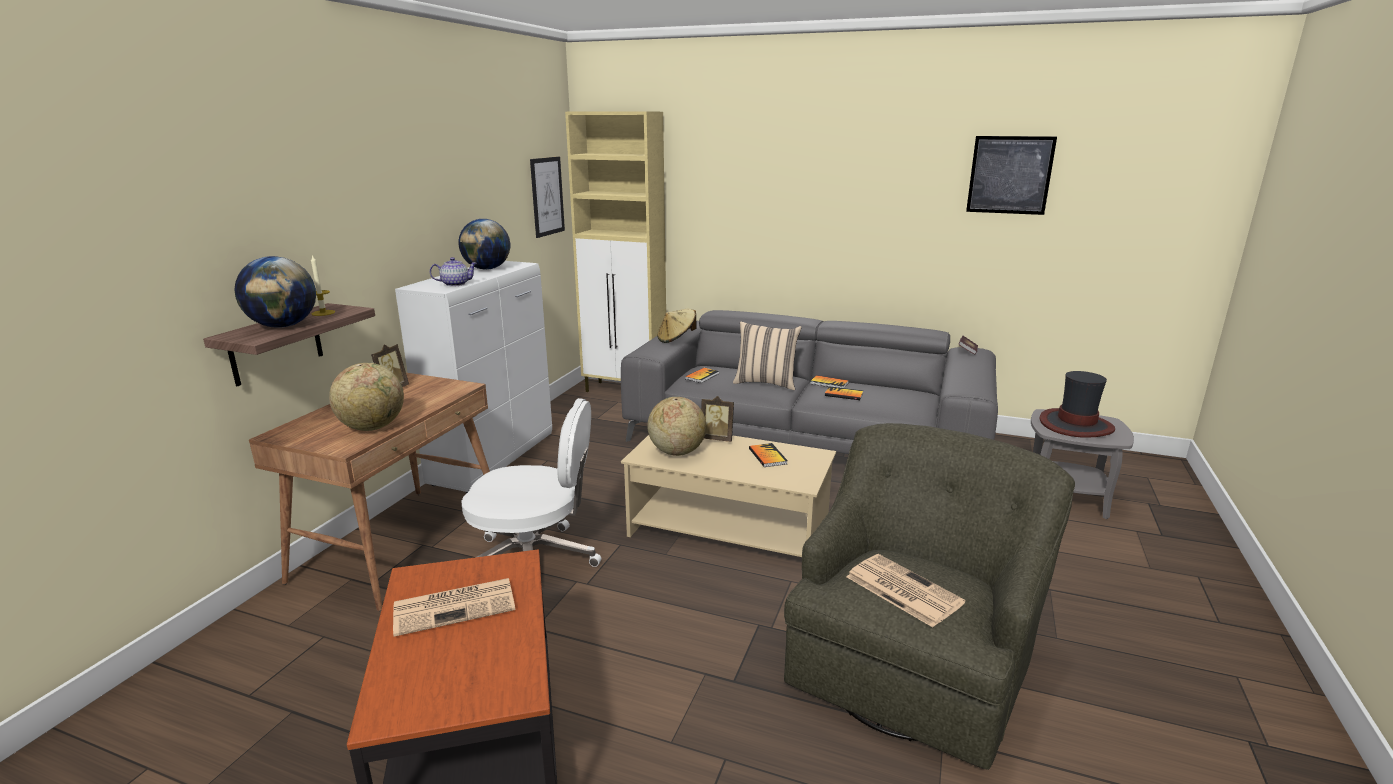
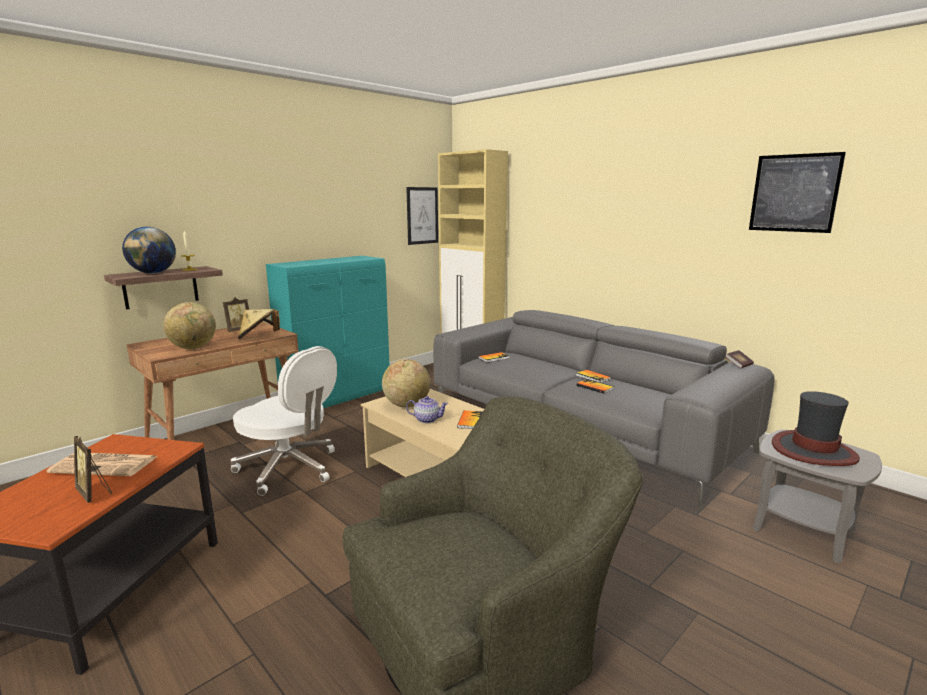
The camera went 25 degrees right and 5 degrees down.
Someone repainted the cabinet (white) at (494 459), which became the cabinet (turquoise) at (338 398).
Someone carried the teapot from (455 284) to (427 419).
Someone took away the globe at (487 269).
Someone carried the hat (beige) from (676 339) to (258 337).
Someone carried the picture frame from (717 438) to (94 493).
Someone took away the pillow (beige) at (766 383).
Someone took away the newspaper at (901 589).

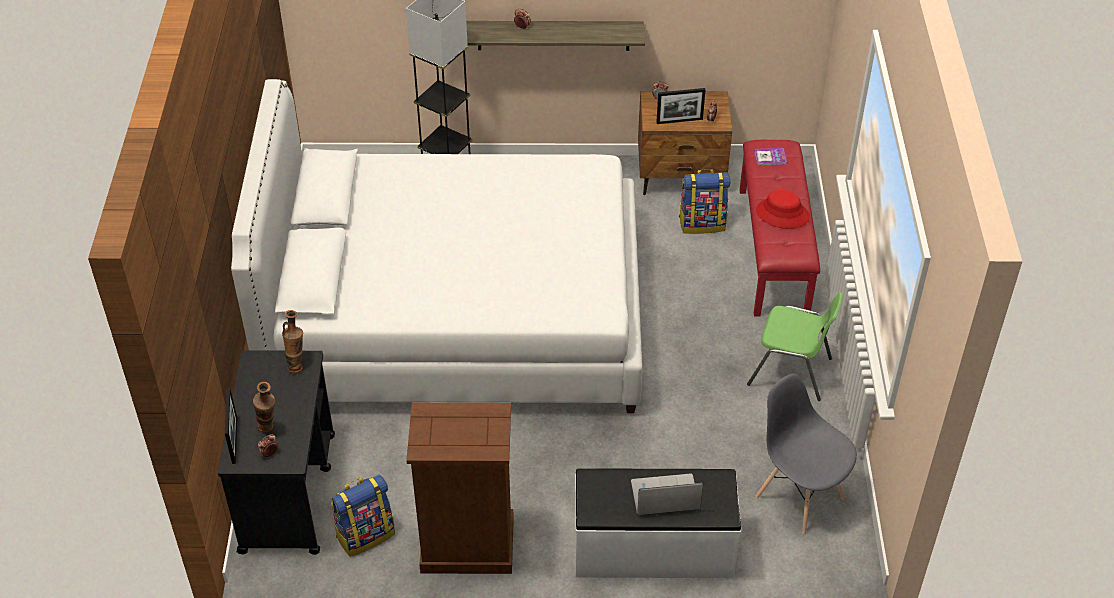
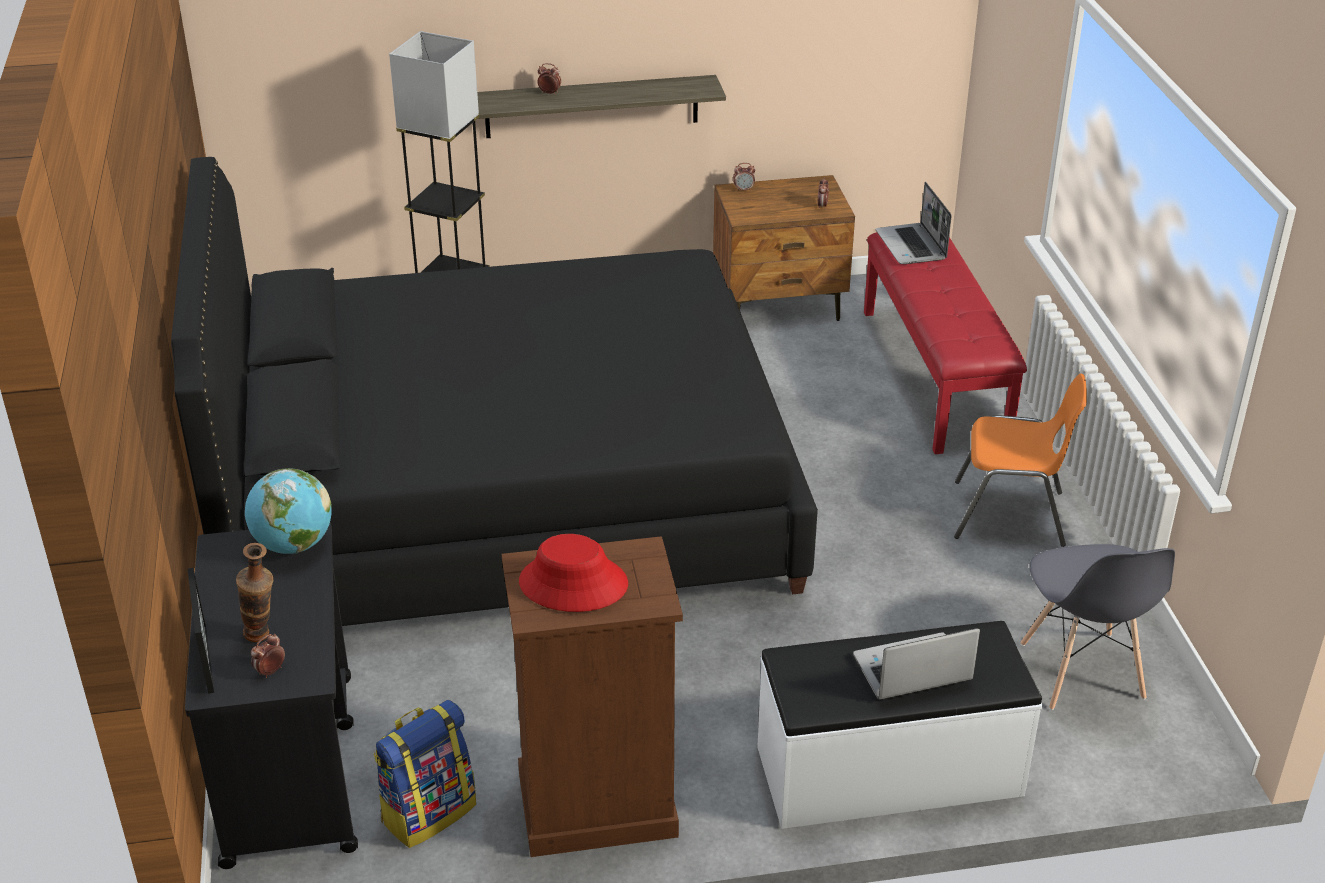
The camera went 10 degrees left and 10 degrees down.
Someone repainted the bed (white) at (457 317), which became the bed (black) at (506 501).
Someone swapped the vase at (297 365) for the globe at (293 545).
Someone took away the picture frame at (679 121).
Someone took away the backpack at (702 223).
Someone repainted the chair (green) at (791 372), which became the chair (orange) at (1011 515).
Someone swapped the book at (770 157) for the laptop at (912 246).
Someone carried the hat (red) from (782 214) to (573 584).
Someone rotated the chair (grey) at (799 496) by 135 degrees counterclockwise.

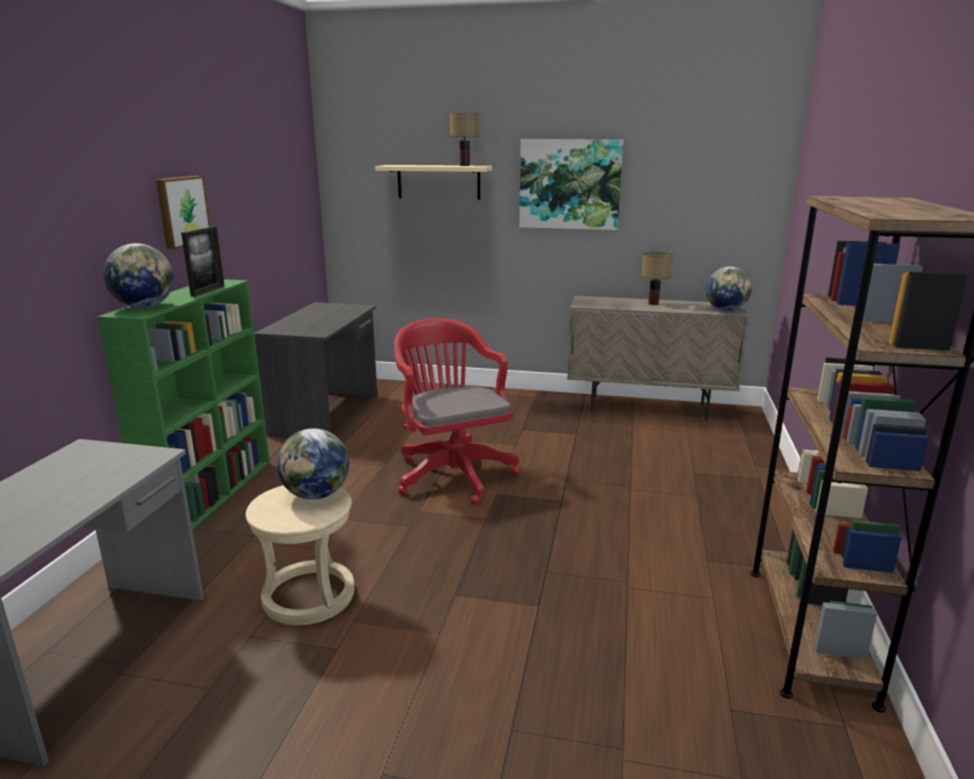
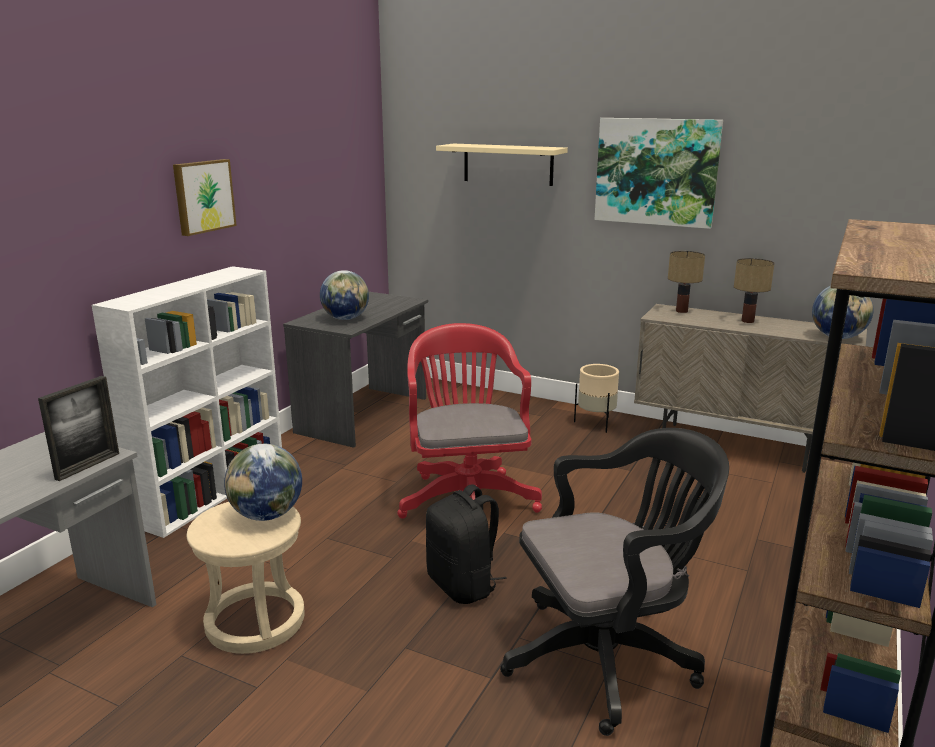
The camera went 15 degrees right and 0 degrees up.
Someone repainted the bookcase (green) at (212 494), which became the bookcase (white) at (213 491).
Someone carried the globe from (145 307) to (346 319).
Someone carried the picture frame from (208 291) to (88 466).
Someone carried the table lamp from (465 165) to (682 311).
Someone put down the backpack (black) at (463 585).
Someone put down the office chair (black) at (608 657).
Someone put down the planter (beige) at (596 423).

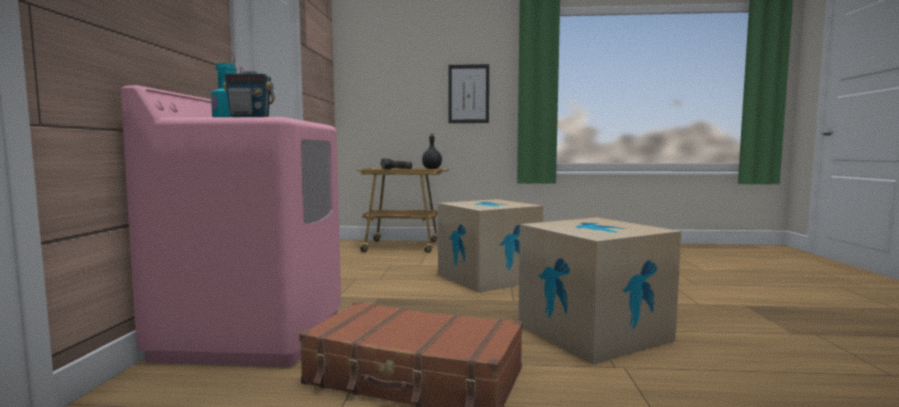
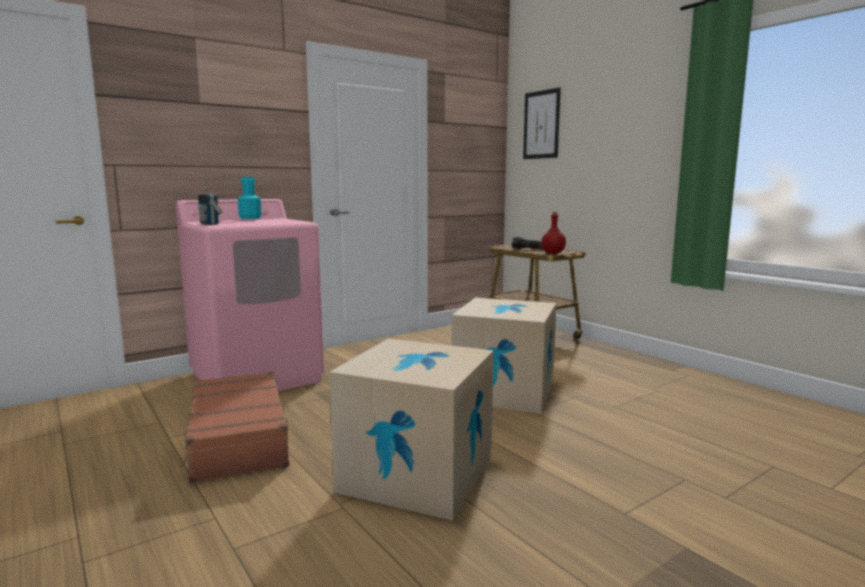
The camera went 50 degrees right and 5 degrees up.
Someone repainted the bottle (black) at (431 169), which became the bottle (red) at (552 253).
Someone carried the picture from (468 94) to (541 124).

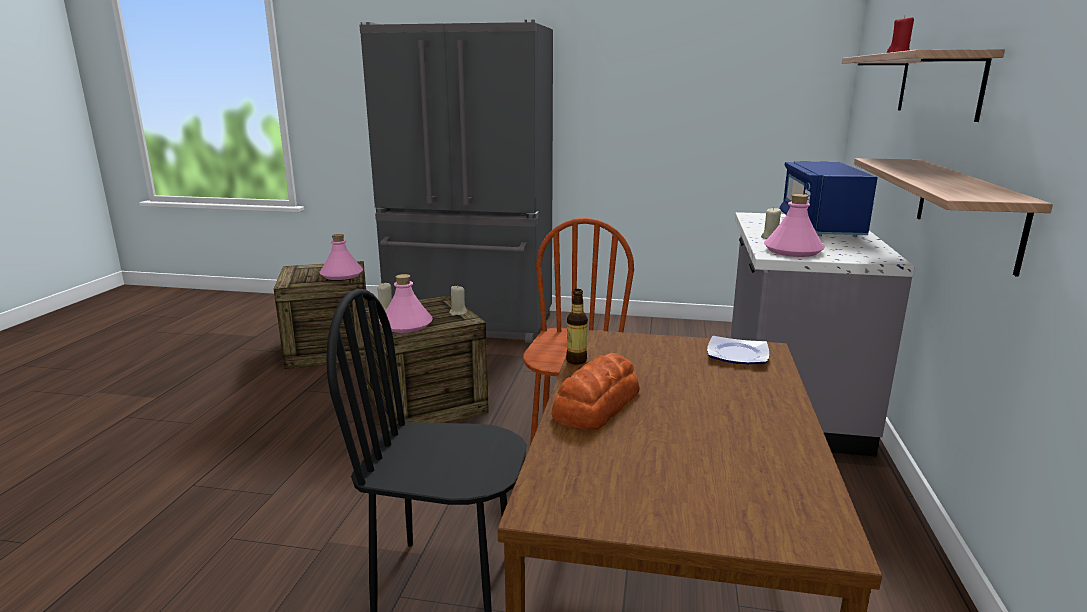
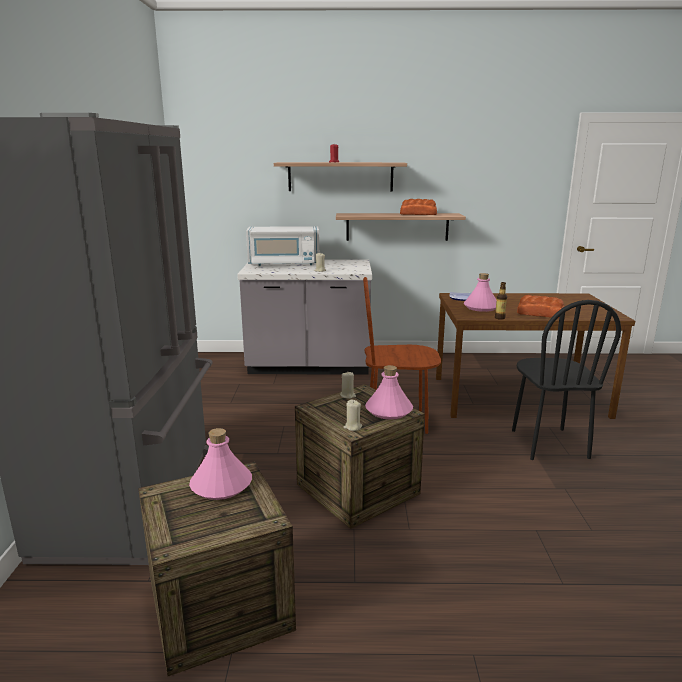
The camera went 100 degrees left and 0 degrees up.
Someone carried the bottle (pink) from (793 251) to (480 307).
Someone repainted the microwave (blue) at (820 226), which became the microwave (white) at (284 264).
Someone put down the bread at (417 214).

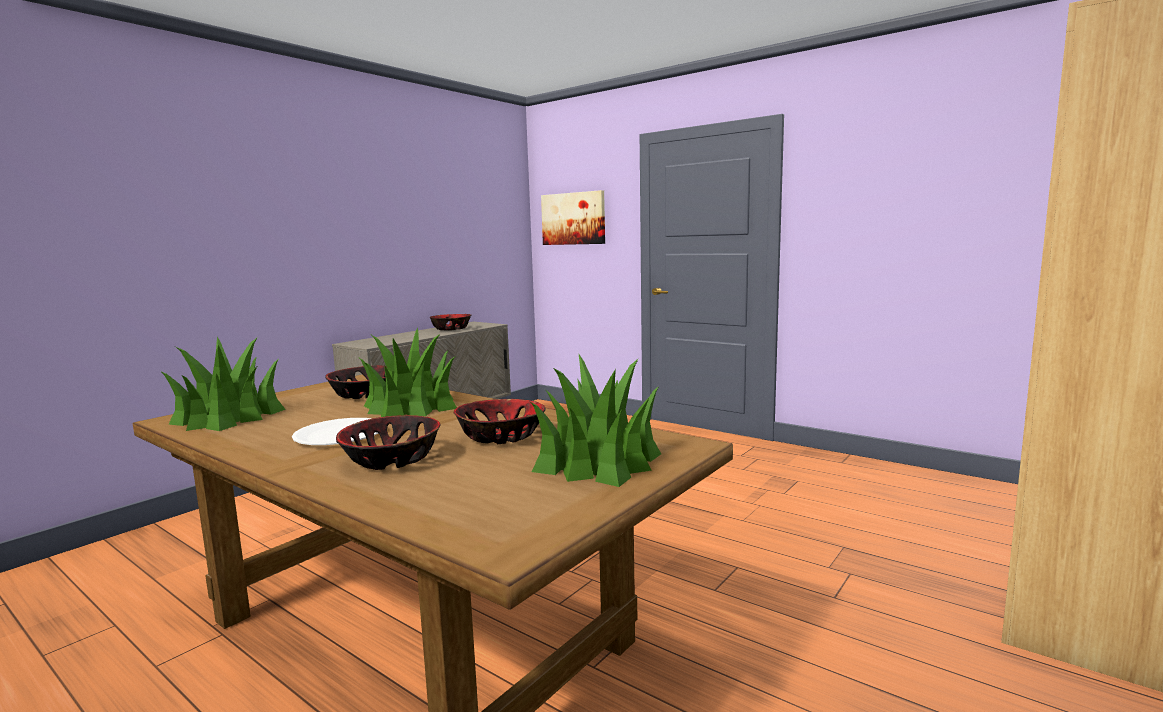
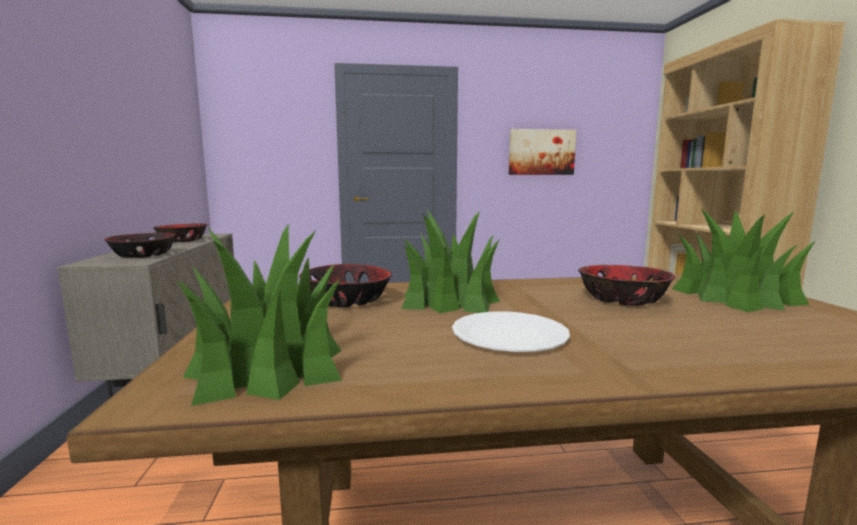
The camera went 45 degrees left and 0 degrees up.
Someone carried the bowl from (391 460) to (143 255).
Someone carried the picture from (573 218) to (541 152).

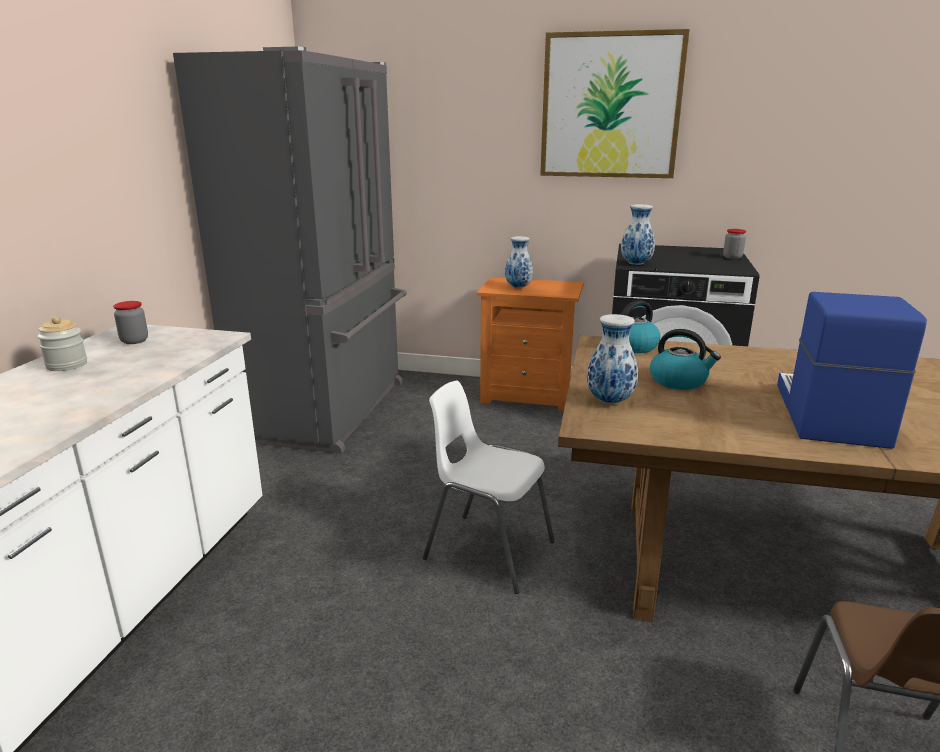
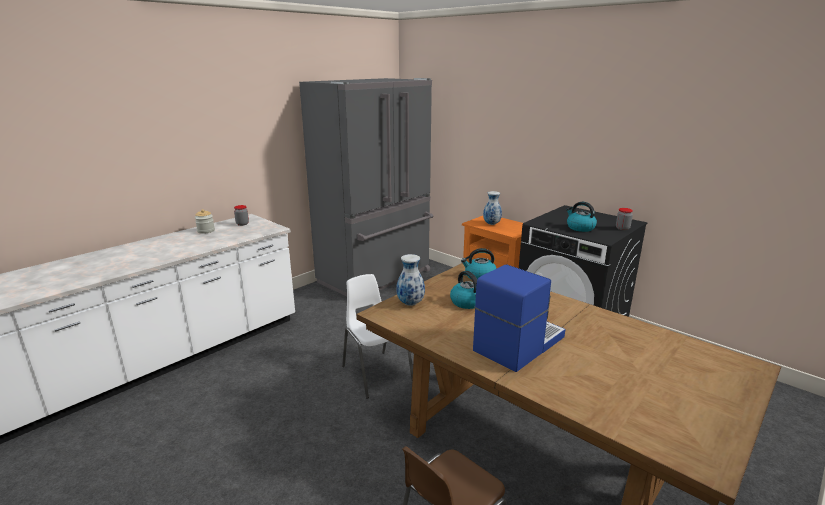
The camera went 30 degrees right and 0 degrees up.
Someone took away the picture at (610 106).
Someone took away the vase at (635 264).
Someone put down the kettle at (580 228).

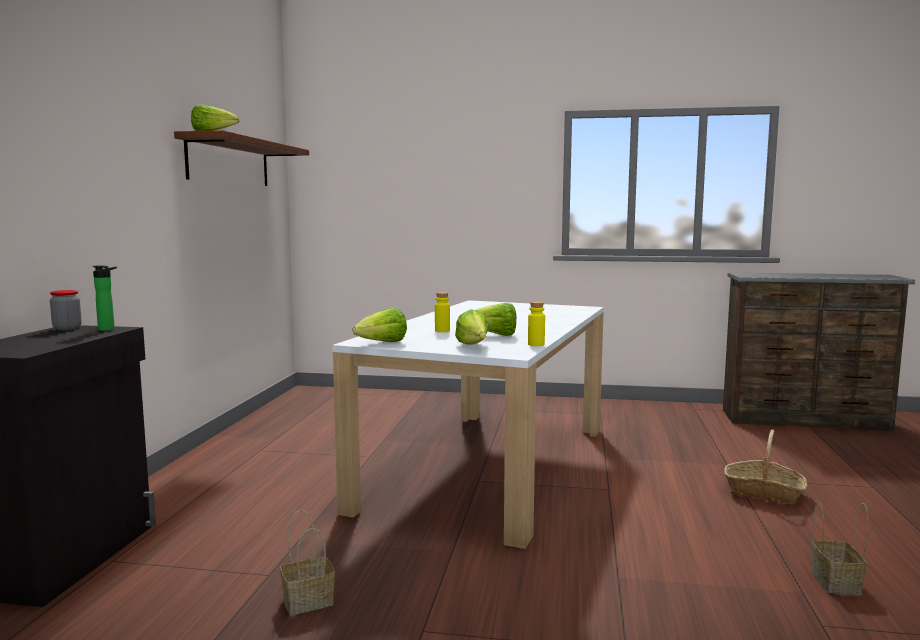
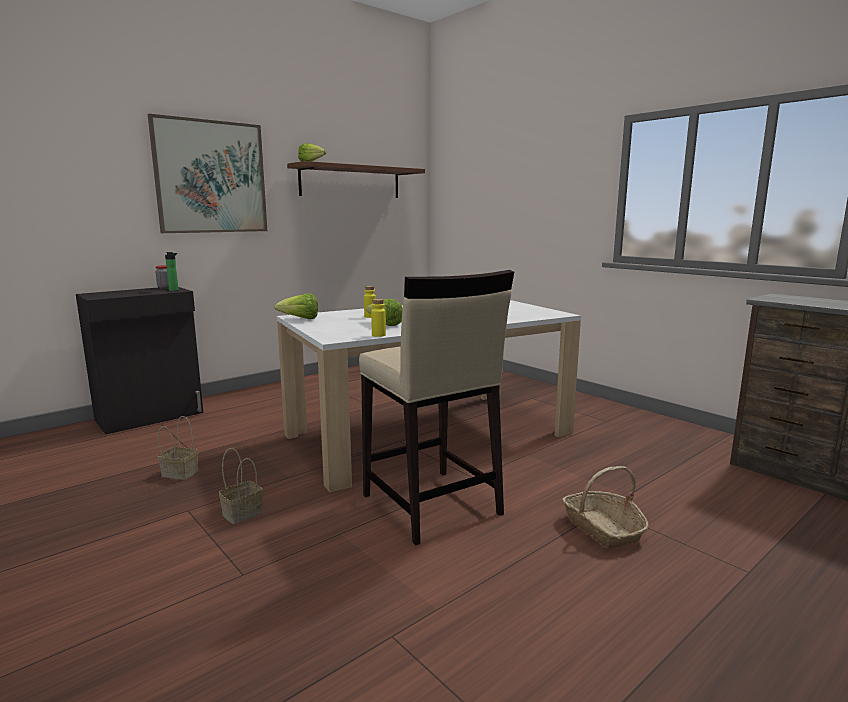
The camera went 40 degrees right and 5 degrees up.
Someone took away the lettuce at (474 347).
Someone carried the basket from (834 581) to (243 513).
Someone put up the picture at (211 177).
Someone put down the stool (beige) at (431 505).

